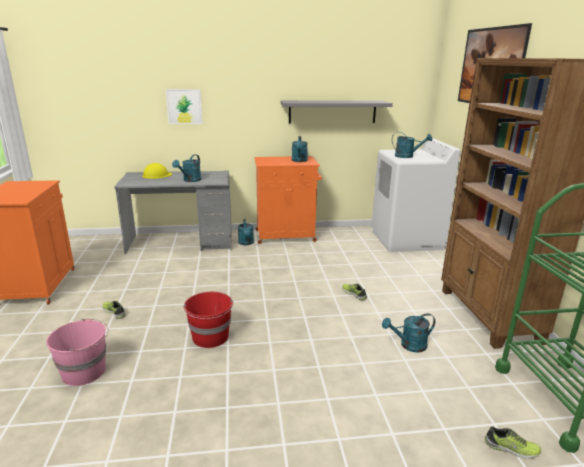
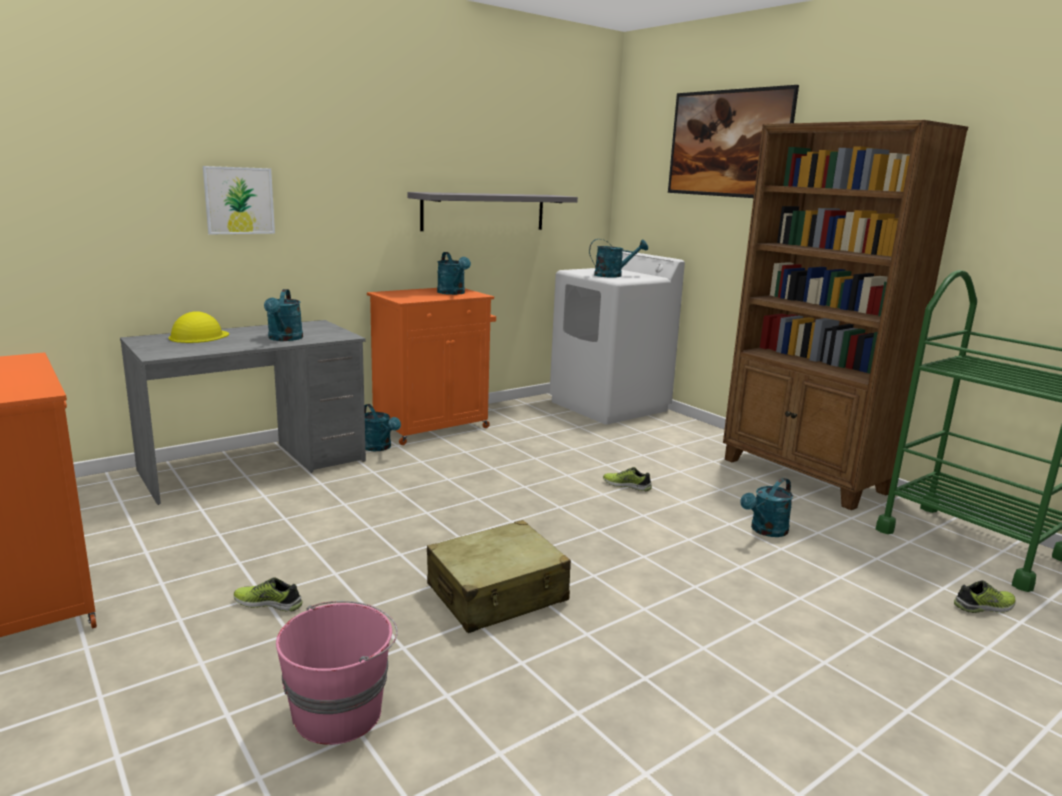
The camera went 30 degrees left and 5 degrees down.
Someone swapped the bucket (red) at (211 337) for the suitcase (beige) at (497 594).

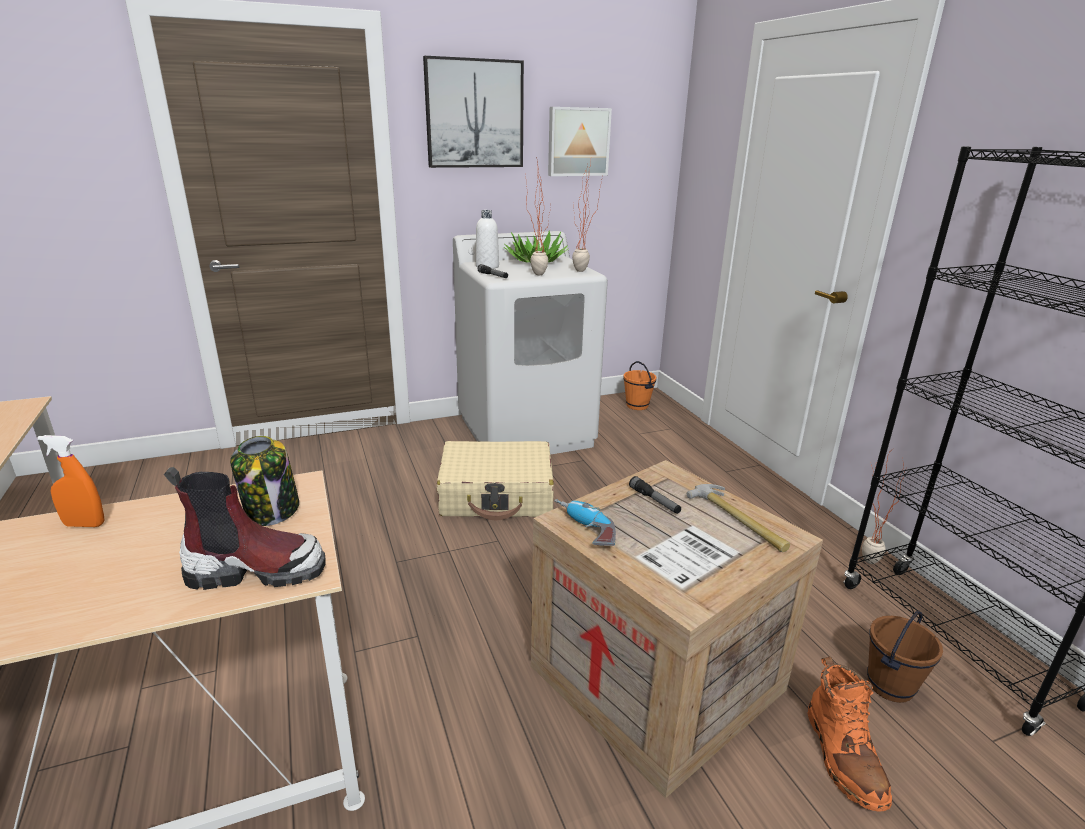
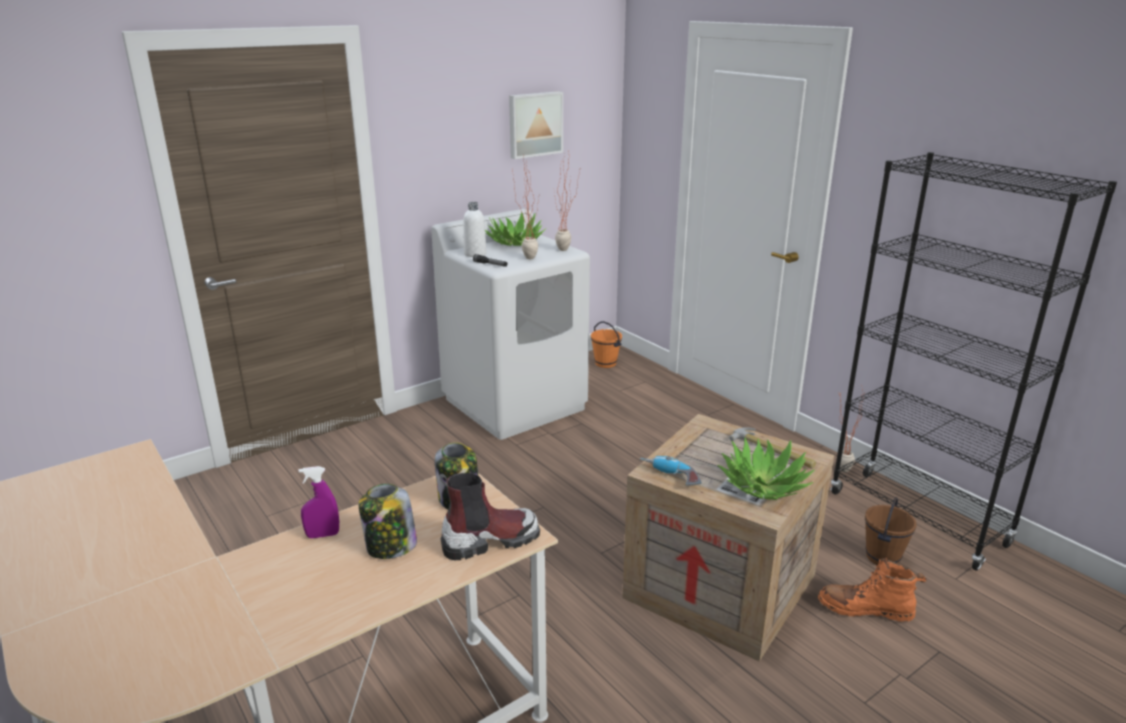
The camera went 15 degrees left and 0 degrees up.
Someone repainted the spray bottle (orange) at (84 524), which became the spray bottle (purple) at (323 535).
Someone took away the picture at (474 114).
Someone took away the suitcase (beige) at (497 495).
Someone took away the flashlight at (654 500).
Someone rotated the boot (orange) at (843 756) by 120 degrees clockwise.
Someone put down the jar at (390 547).
Someone put down the potted plant at (763 485).

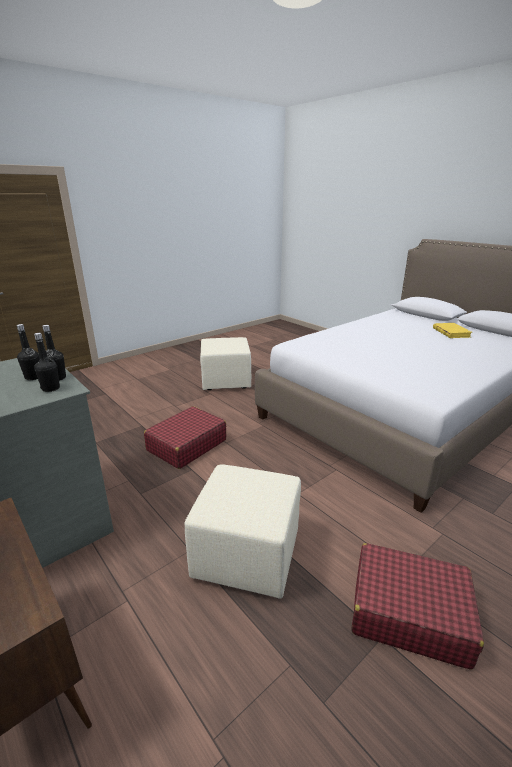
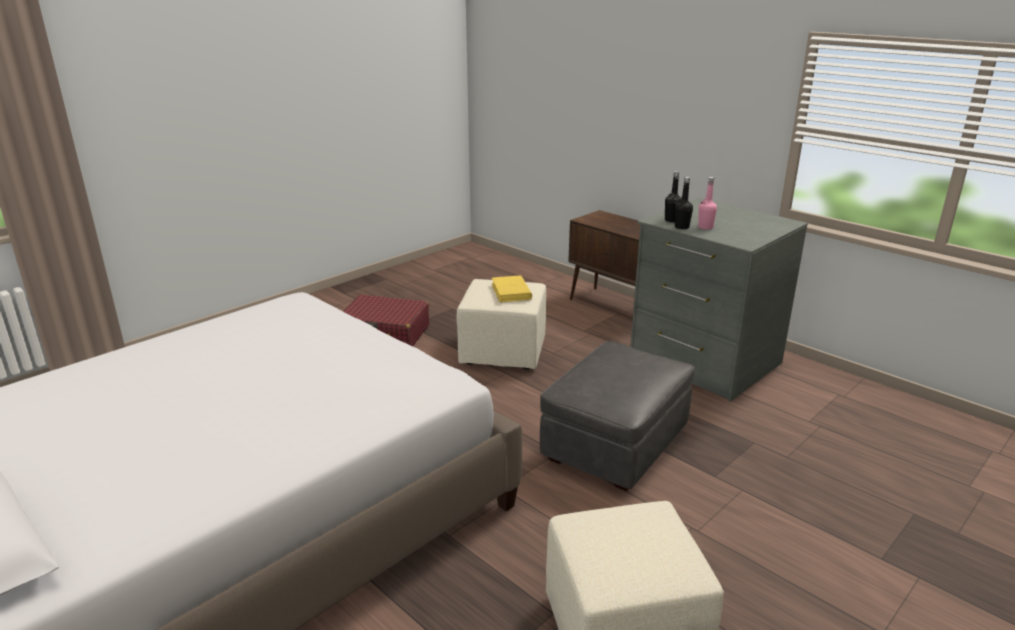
The camera went 175 degrees right and 0 degrees up.
Someone repainted the bottle (black) at (33 377), which became the bottle (pink) at (705 227).
Someone swapped the suitcase (red) at (186 445) for the ottoman (grey) at (614 445).
Someone carried the book (yellow) from (451 332) to (511 292).

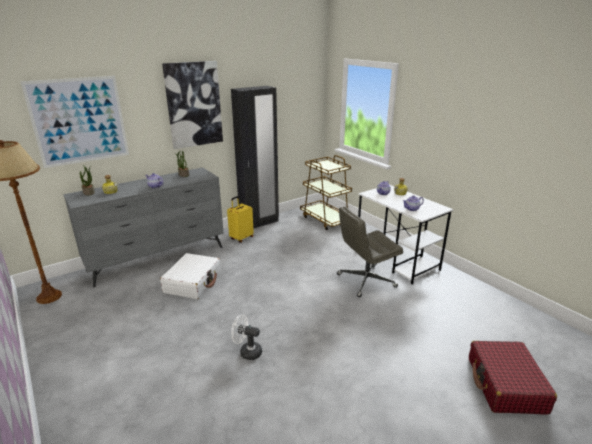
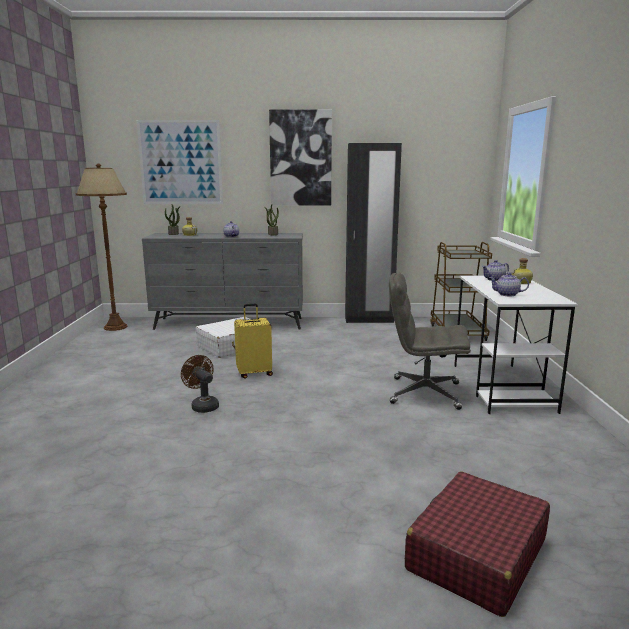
The camera went 35 degrees right and 10 degrees down.
Someone carried the suitcase (yellow) from (241 238) to (254 373).
Someone repainted the fan (white) at (247 352), which became the fan (brown) at (202 405).

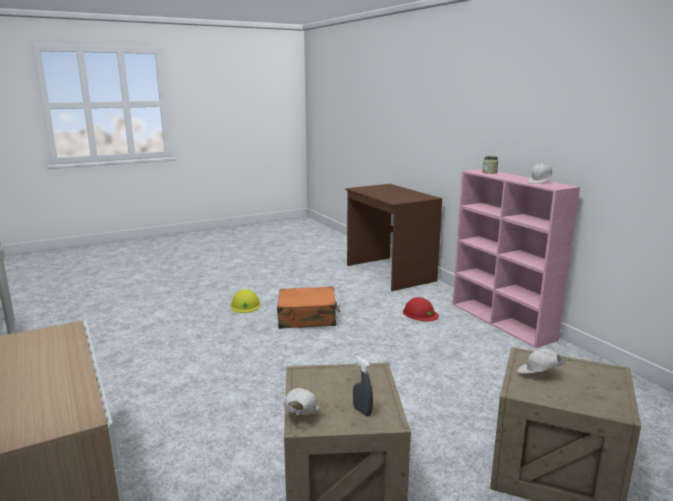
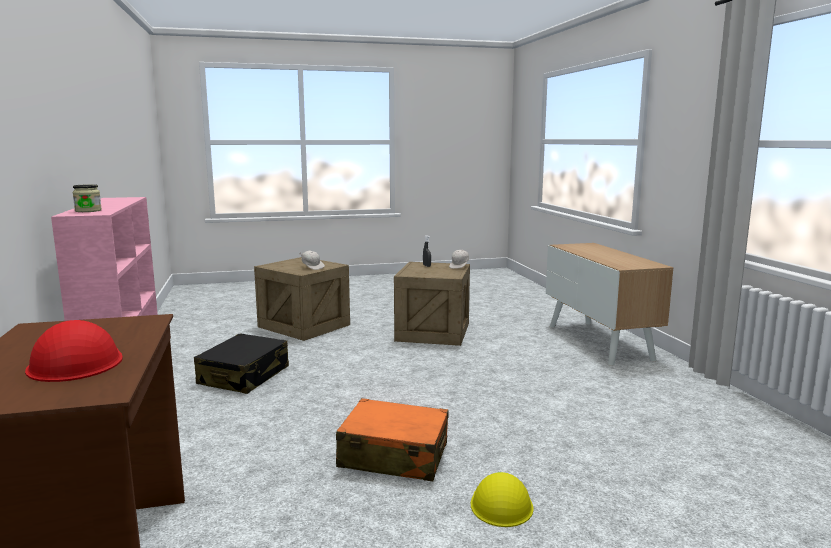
The camera went 165 degrees left and 5 degrees down.
Someone carried the hard hat (red) from (420 313) to (75 362).
Someone took away the cap (white) at (540 182).
Someone put down the suitcase (black) at (244 376).

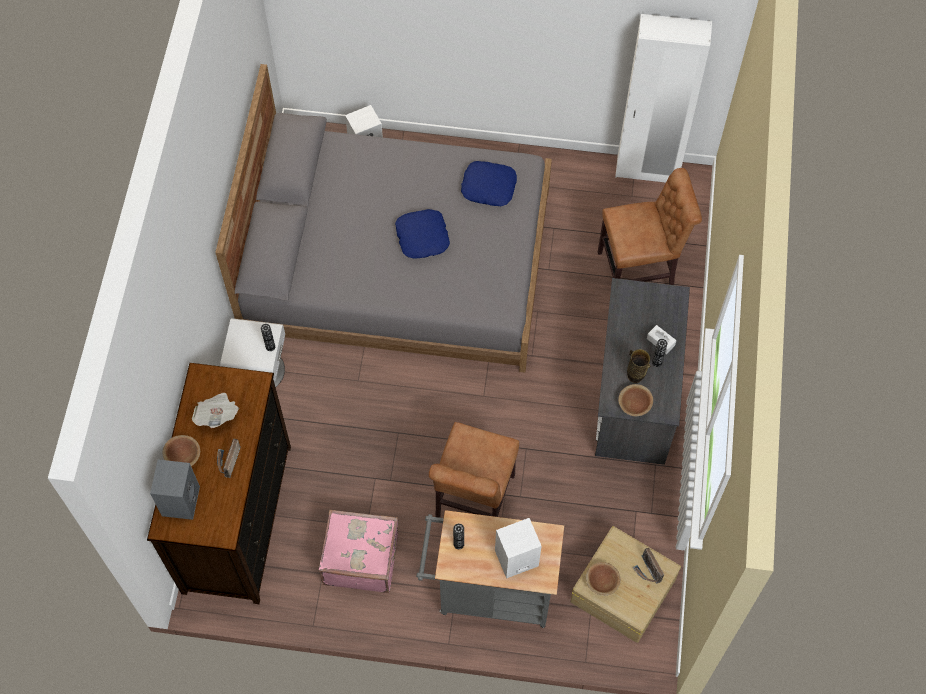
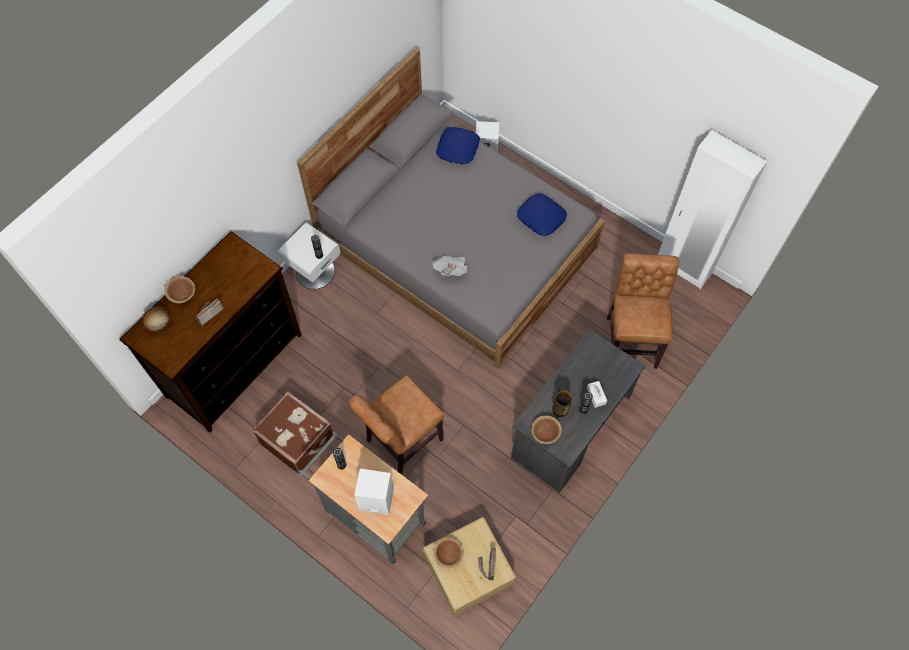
The camera went 30 degrees right and 0 degrees up.
Someone swapped the speaker (grey) at (180 500) for the bowl at (159 323).
Someone carried the newspaper from (217 415) to (451 270).
Someone repainted the suitcase (pink) at (361 558), which became the suitcase (brown) at (298 439).
Someone carried the pillow (blue) from (422 237) to (457 148).
Someone rotated the chair (brown) at (640 271) by 105 degrees counterclockwise.

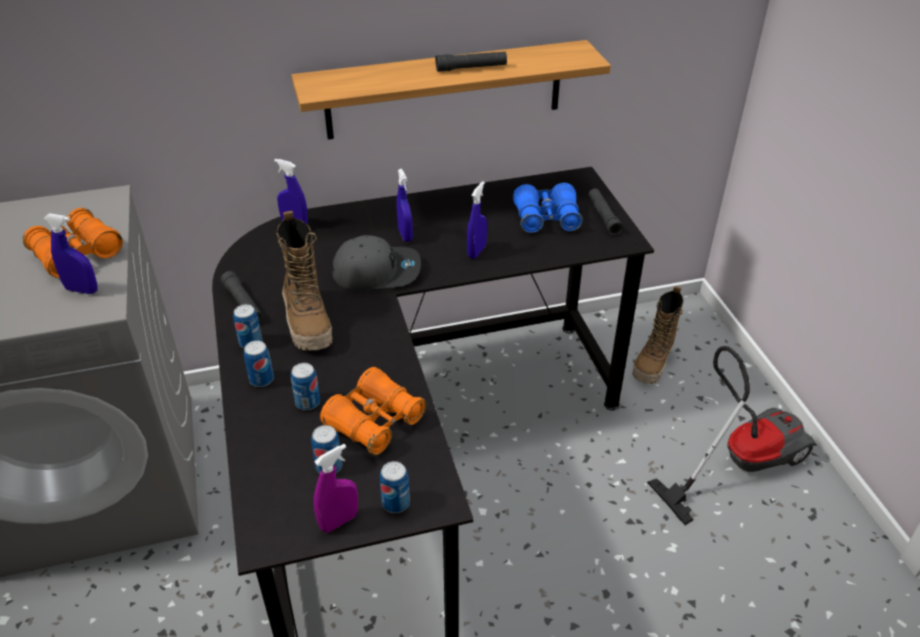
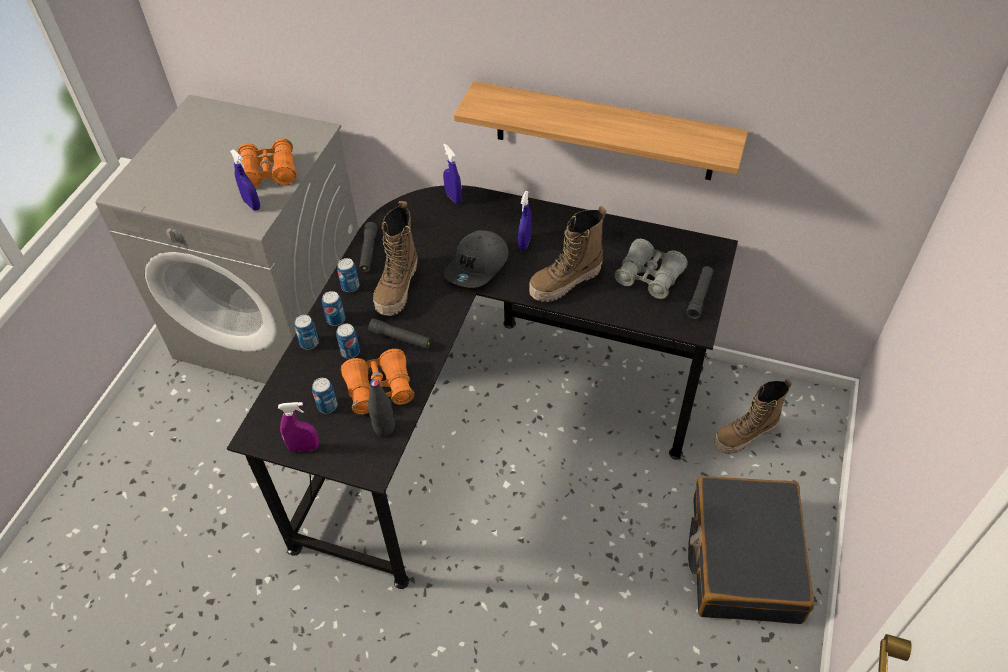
The camera went 35 degrees right and 10 degrees up.
Someone rotated the cap (grey) at (377 271) by 90 degrees clockwise.
Someone carried the can from (396 503) to (309 343).
Someone carried the flashlight (black) from (471 68) to (401 339).
Someone swapped the spray bottle (blue) at (476 251) for the boot at (565 283).
Someone repainted the binoculars (blue) at (546 218), which became the binoculars (grey) at (649 277).
Someone swapped the vacuum cleaner at (738 461) for the suitcase (black) at (743 558).
Someone put down the bottle (black) at (384 428).

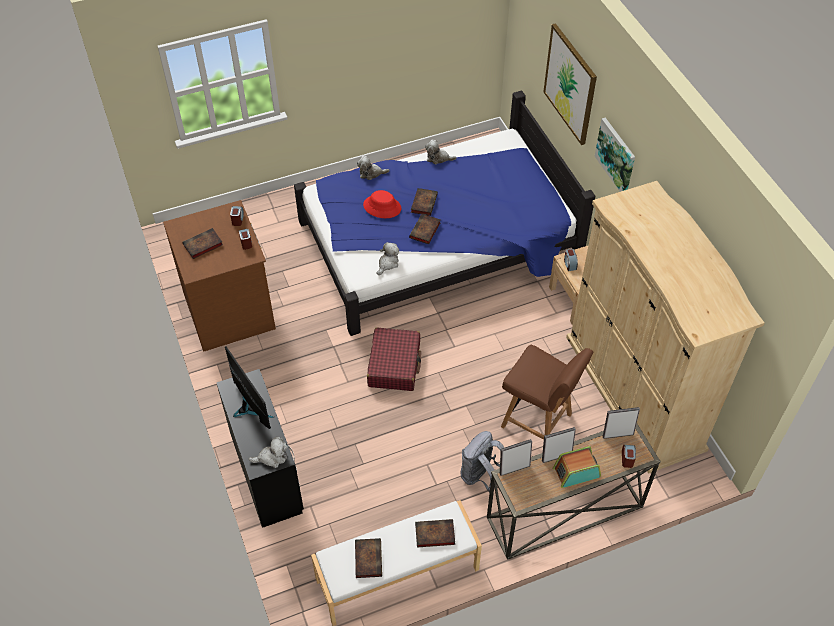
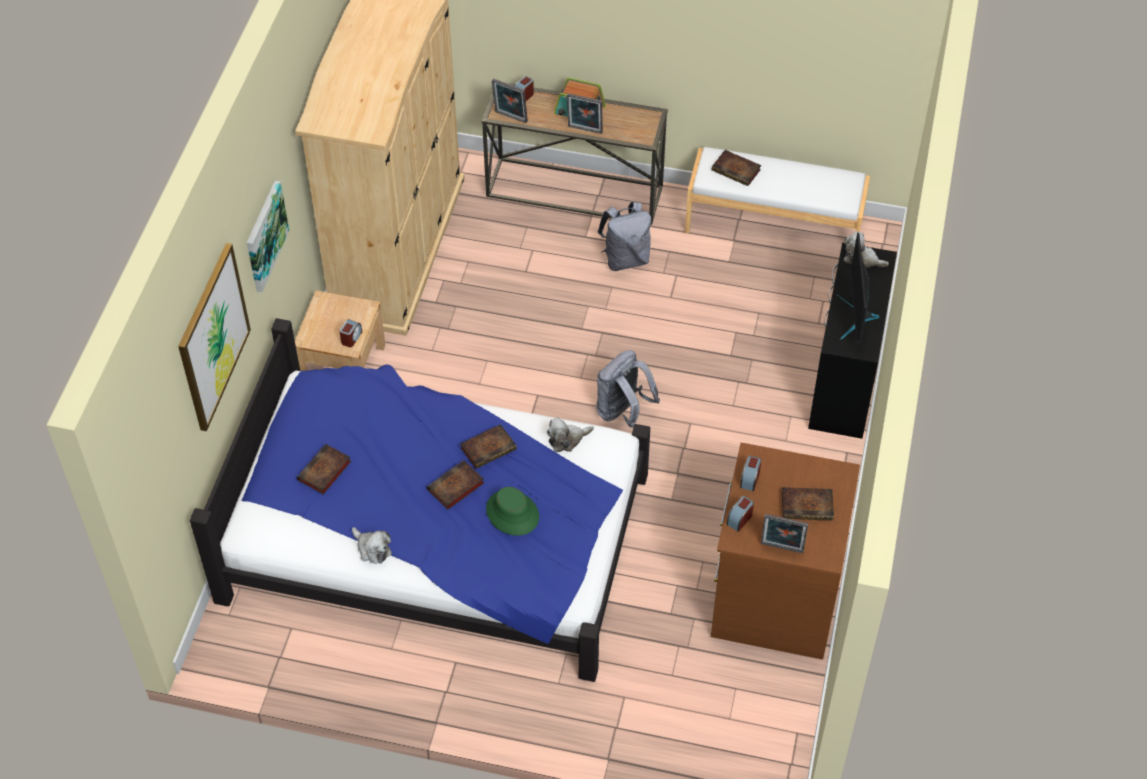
The camera went 145 degrees left and 0 degrees up.
Someone carried the book from (368 558) to (324 472).
Someone took away the plush toy at (371 173).
Someone repainted the hat (red) at (382 207), which became the hat (green) at (512 513).
Someone swapped the suitcase (red) at (394 365) for the backpack (grey) at (623 412).
Someone carried the picture frame from (514 468) to (781 549).
Someone took away the chair (brown) at (538 421).

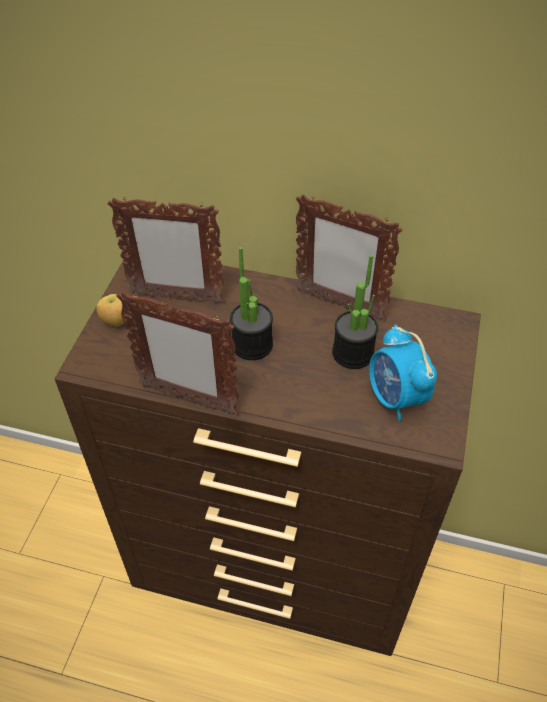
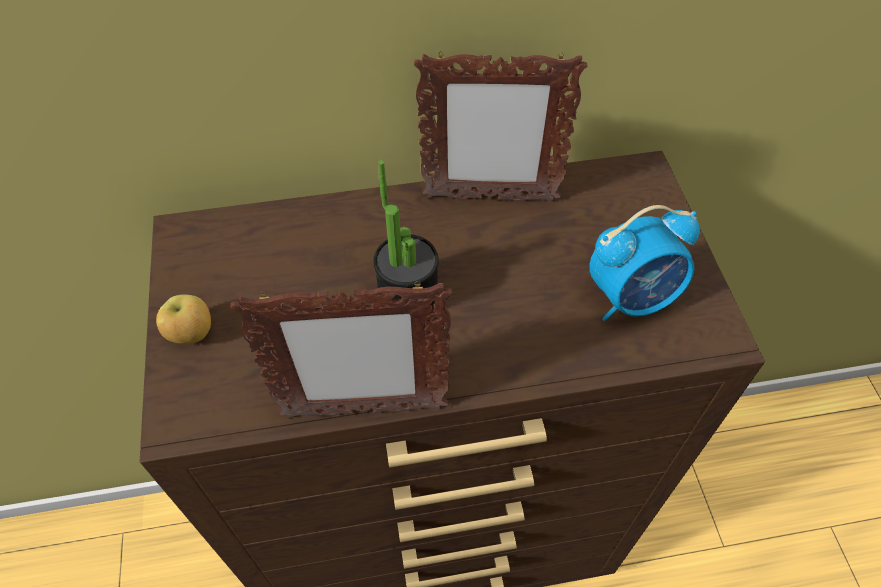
The camera went 25 degrees left and 5 degrees up.
Someone took away the picture frame at (176 298).
Someone took away the potted plant at (352 353).
Someone rotated the alarm clock at (395 398) by 60 degrees counterclockwise.

